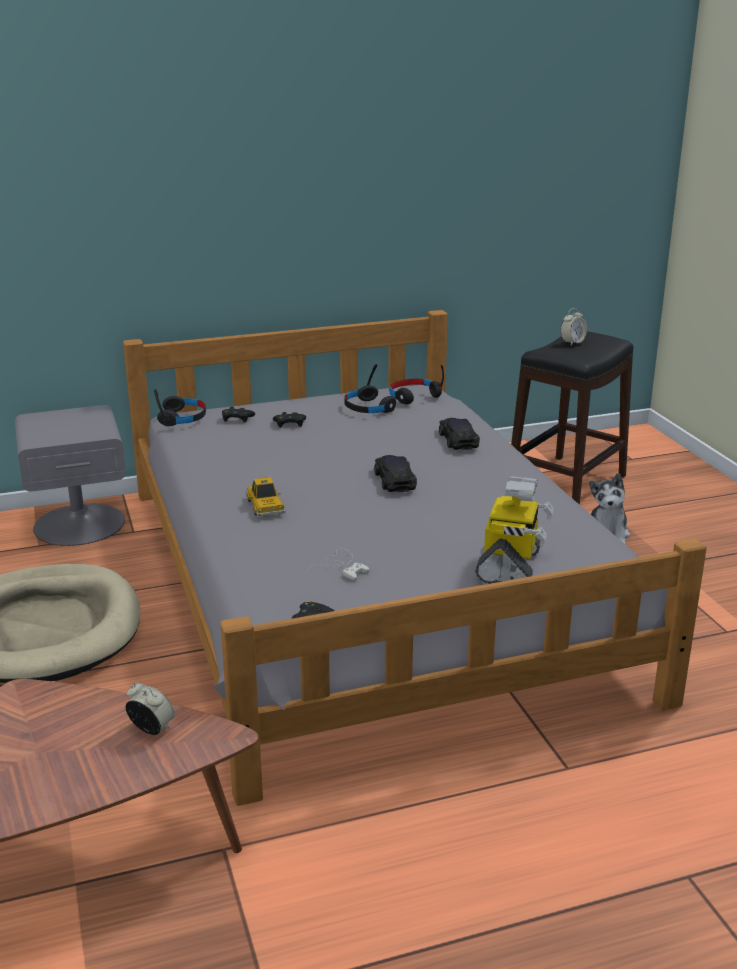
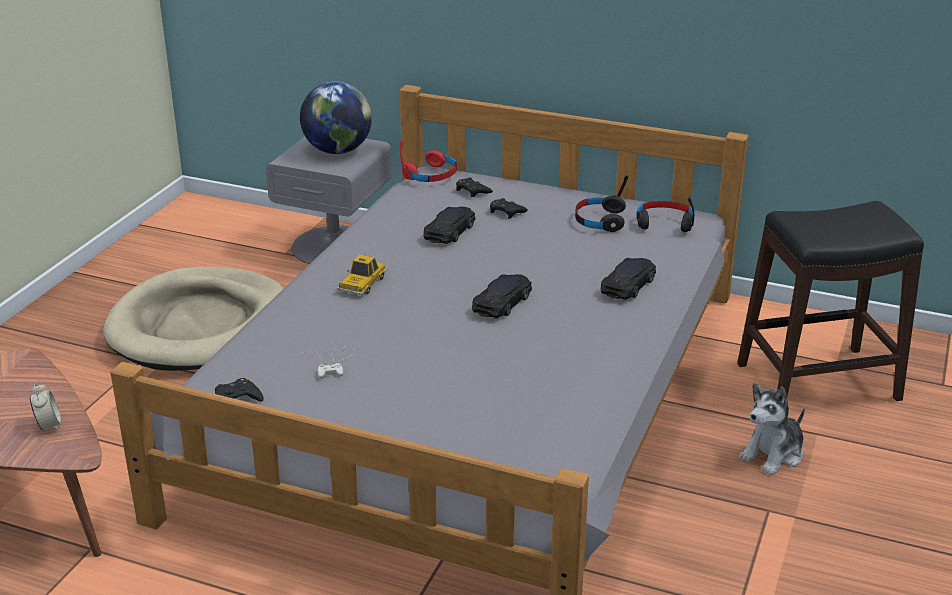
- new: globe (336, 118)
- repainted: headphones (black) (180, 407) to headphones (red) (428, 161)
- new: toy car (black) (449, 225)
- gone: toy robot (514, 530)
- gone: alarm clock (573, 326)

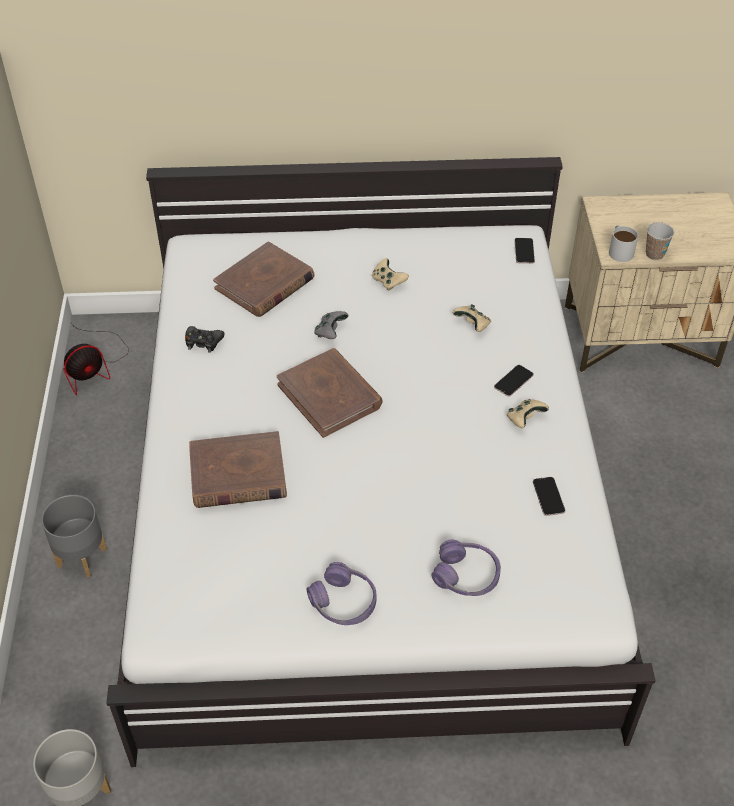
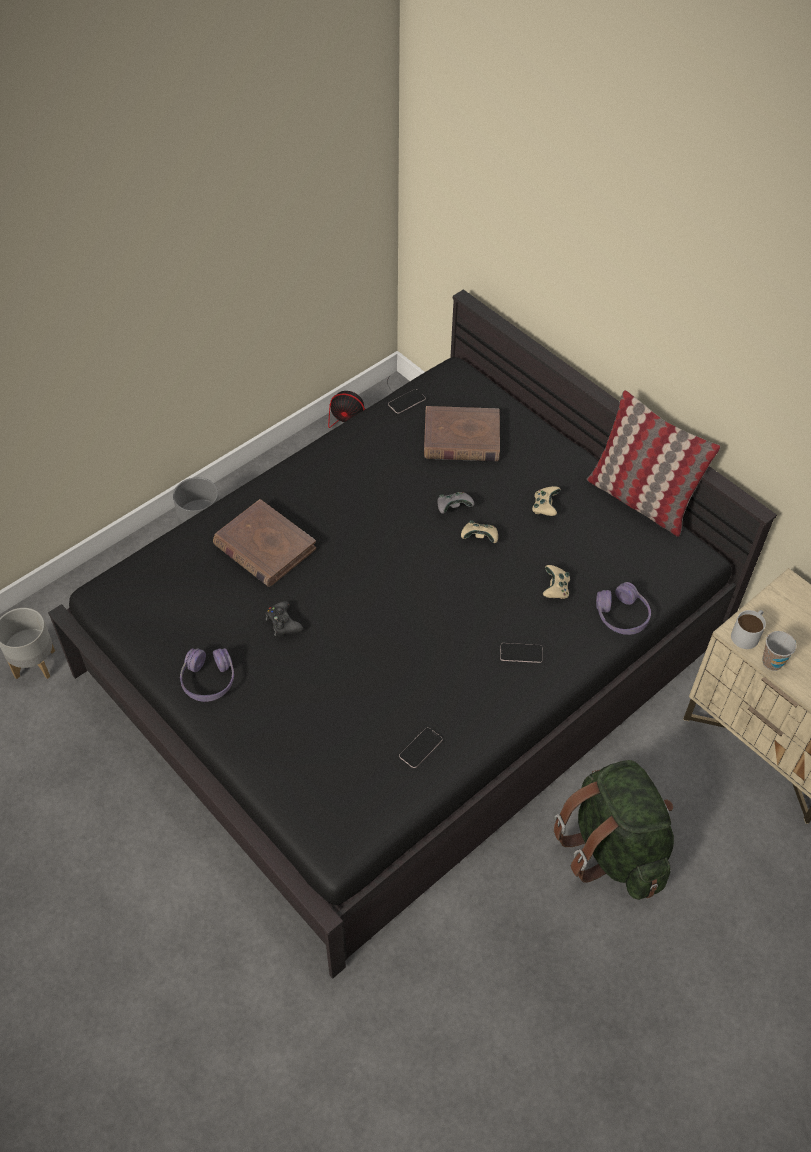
- repainted: bed (white) (381, 462) to bed (black) (412, 634)
- shifted: game controller (black) (204, 339) to (284, 618)
- shifted: phone (525, 251) to (407, 401)
- shifted: game controller (beige) (527, 413) to (479, 531)
- new: backpack (green) (614, 830)
- new: pillow (653, 463)
- shifted: headphones (purple) (466, 567) to (623, 608)
- gone: book (brown) (329, 393)

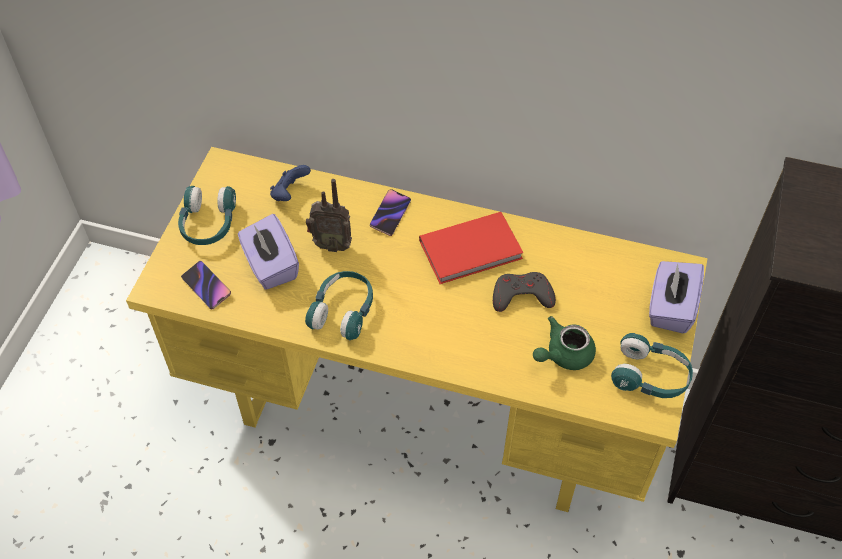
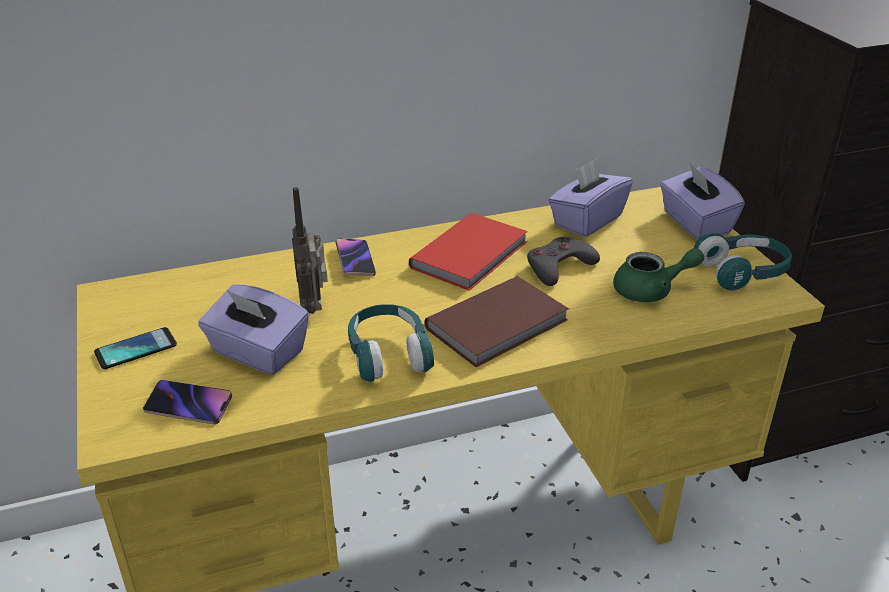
- swapped: headphones (turquoise) (207, 215) to phone (135, 348)
- rotated: radio (329, 215) = (310, 250) 105 degrees clockwise
- new: book (brown) (497, 321)
- new: tissue box (purple) (590, 198)
- rotated: teapot (green) (564, 343) = (658, 275) 120 degrees counterclockwise
- gone: game controller (blue) (290, 183)

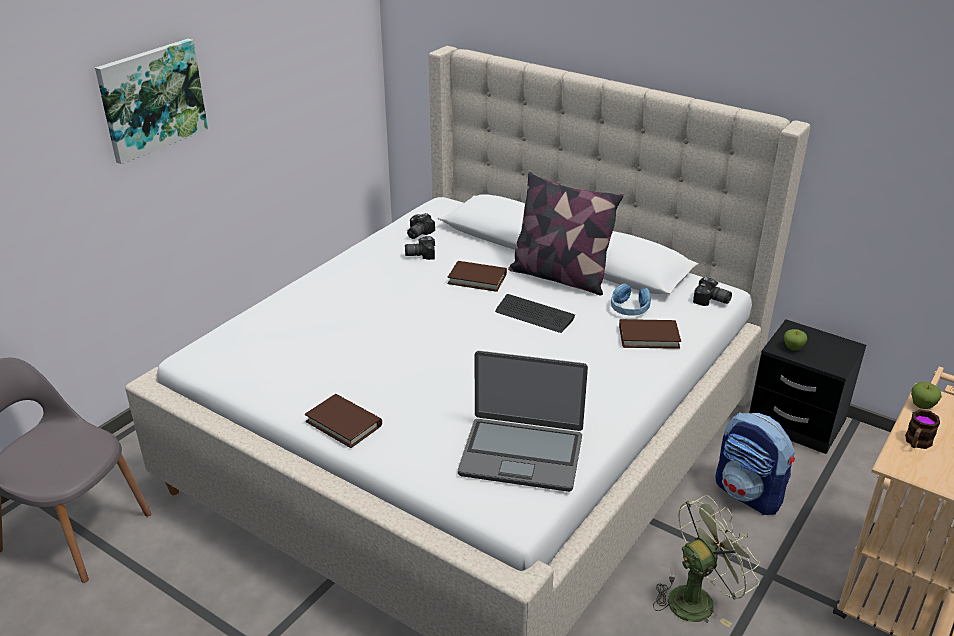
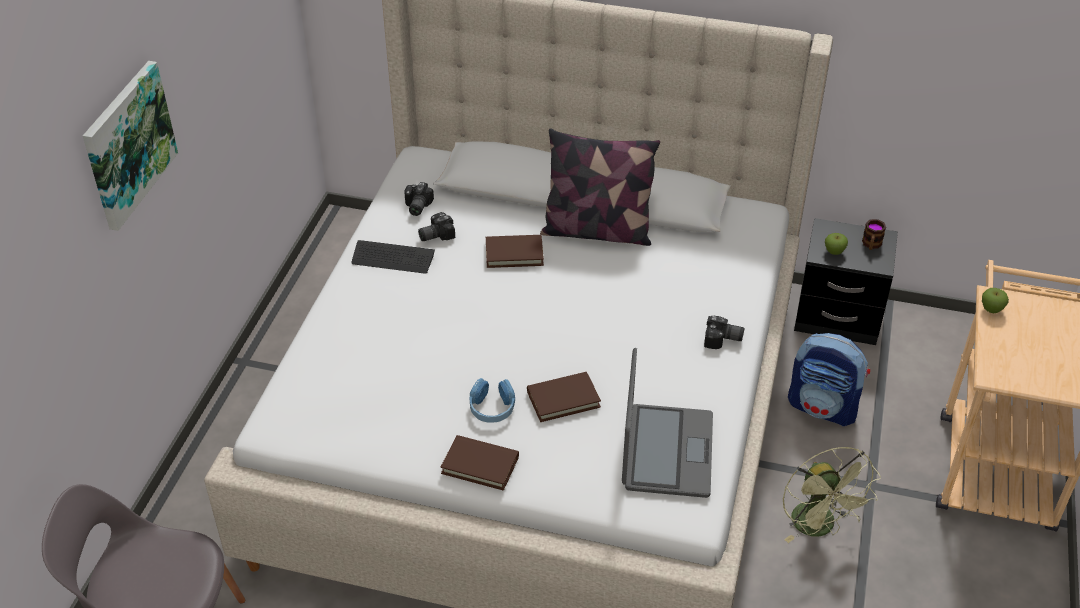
- shifted: keyboard (535, 313) to (393, 257)
- shifted: headphones (blue) (631, 299) to (492, 400)
- shifted: book (brown) (650, 334) to (564, 397)
- rotated: laptop (523, 421) = (667, 423) 75 degrees counterclockwise
- shifted: photo camera (712, 291) to (724, 332)
- rotated: fan (green) (706, 561) = (832, 495) 120 degrees clockwise
- shifted: mug (922, 429) to (874, 234)

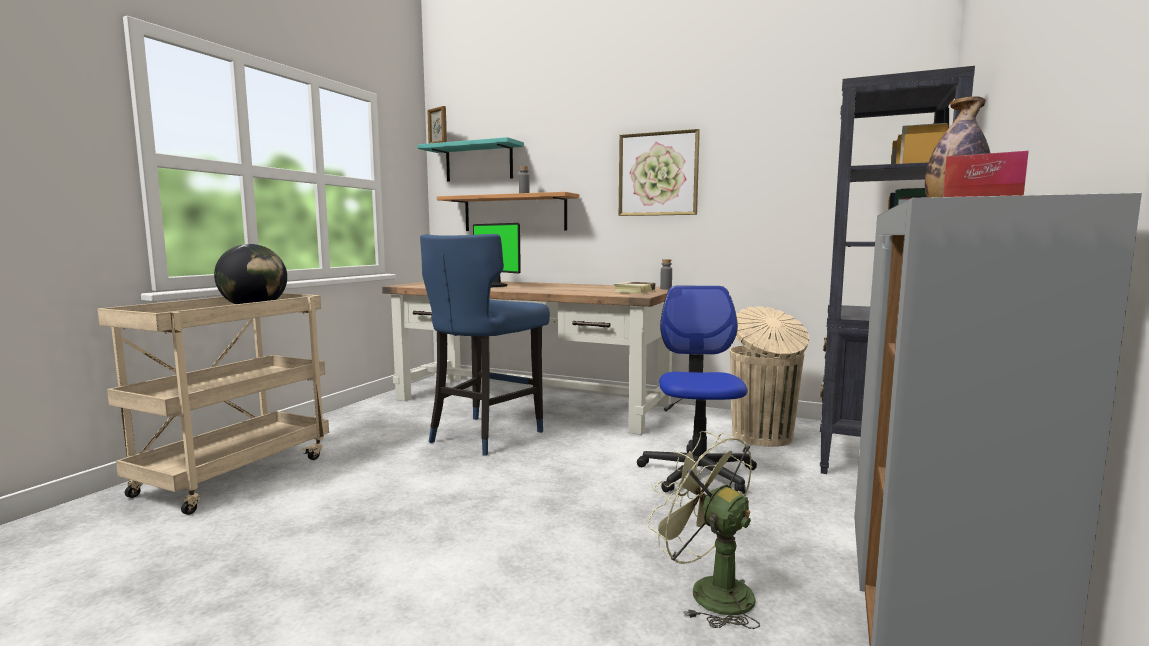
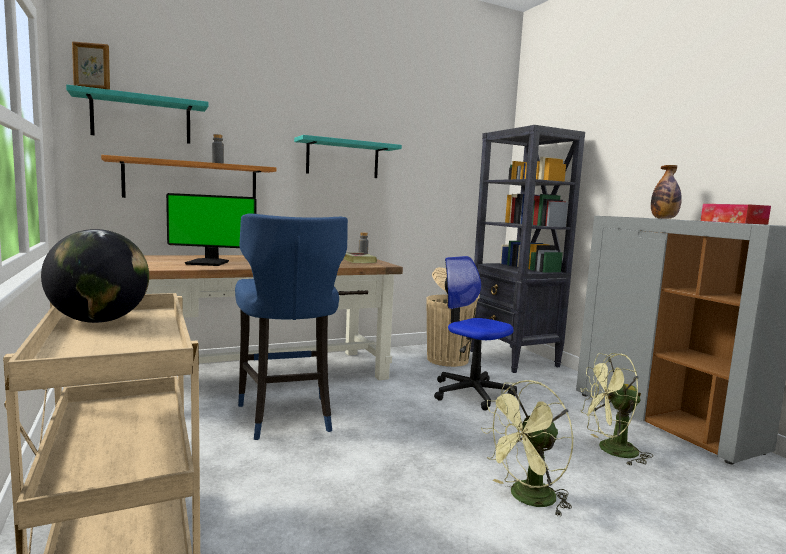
- swapped: picture (659, 172) to shelf (turquoise) (348, 156)
- new: fan (green) (527, 448)

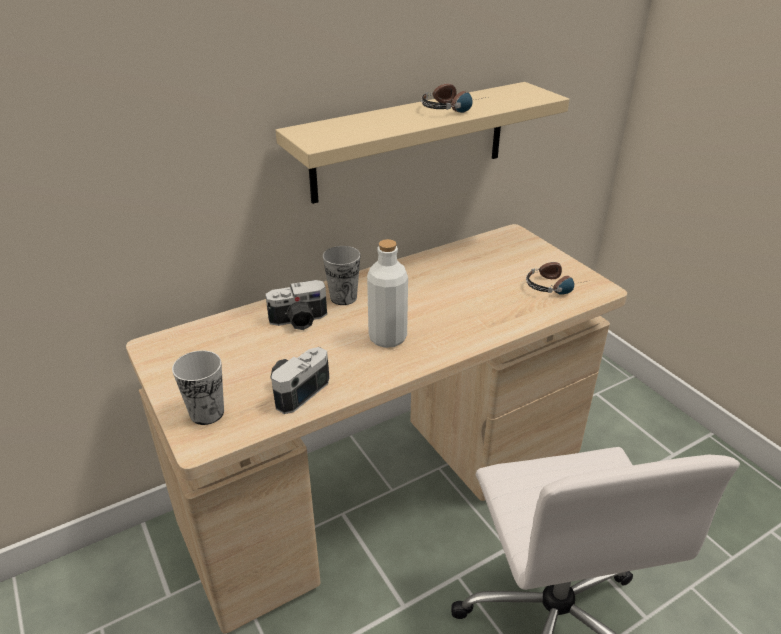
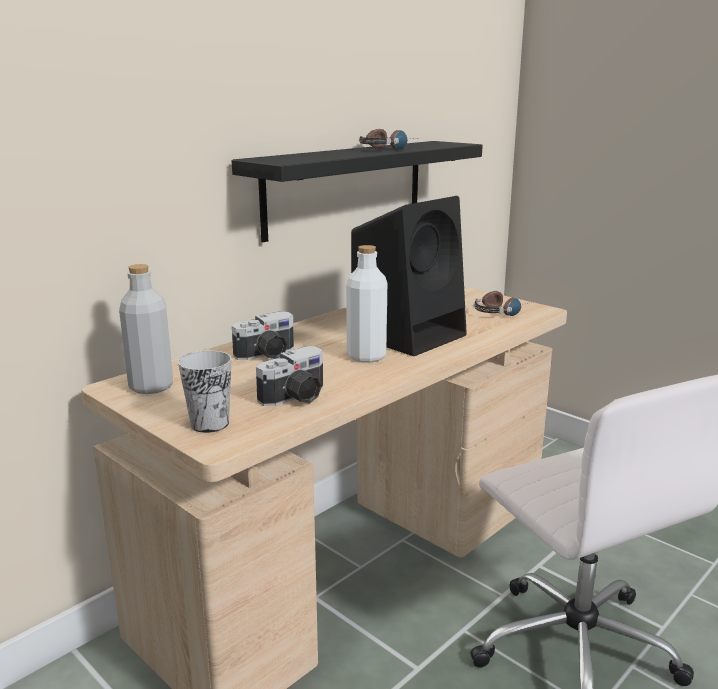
- new: bottle (grey) (146, 329)
- repainted: shelf (beige) (422, 143) to shelf (black) (357, 191)
- rotated: photo camera (300, 380) = (289, 376) 150 degrees counterclockwise
- new: speaker (black) (409, 276)
- gone: cup (341, 275)

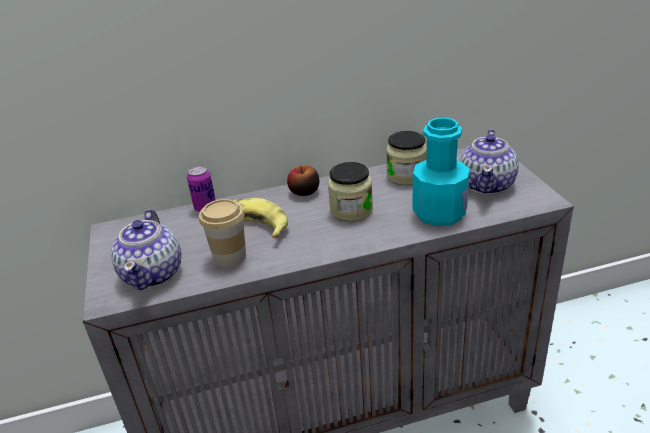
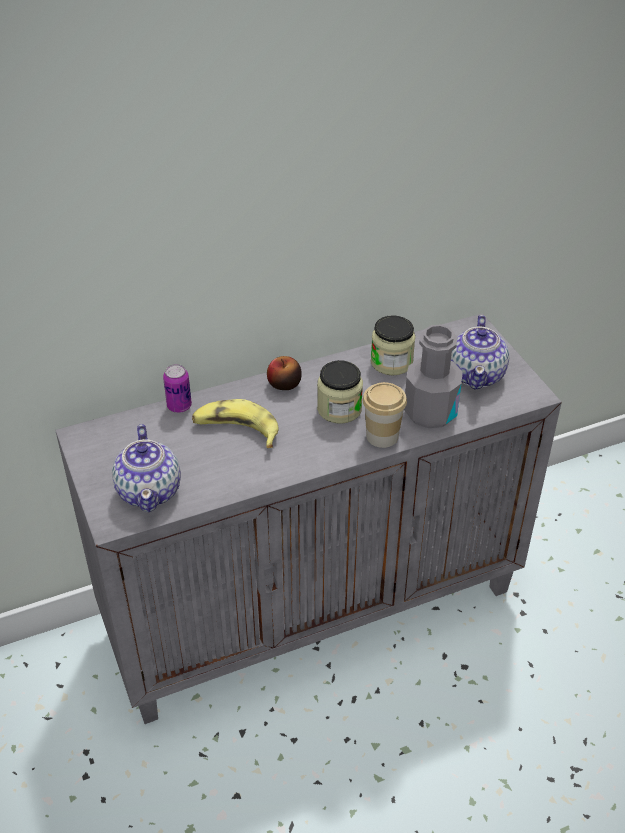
- shifted: cup (222, 233) to (385, 415)
- repainted: bottle (turquoise) (441, 171) to bottle (grey) (433, 376)

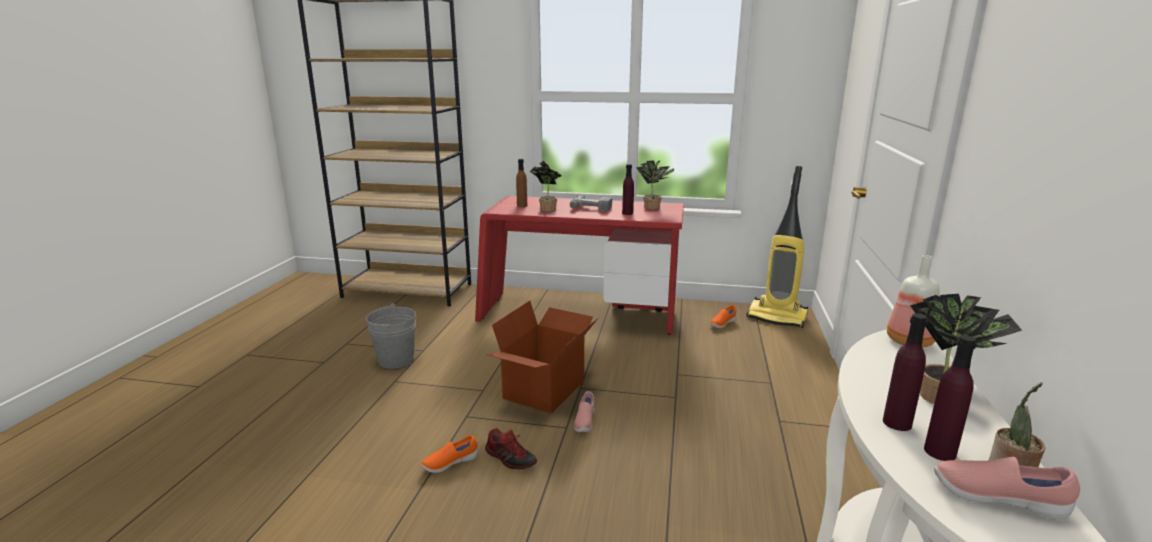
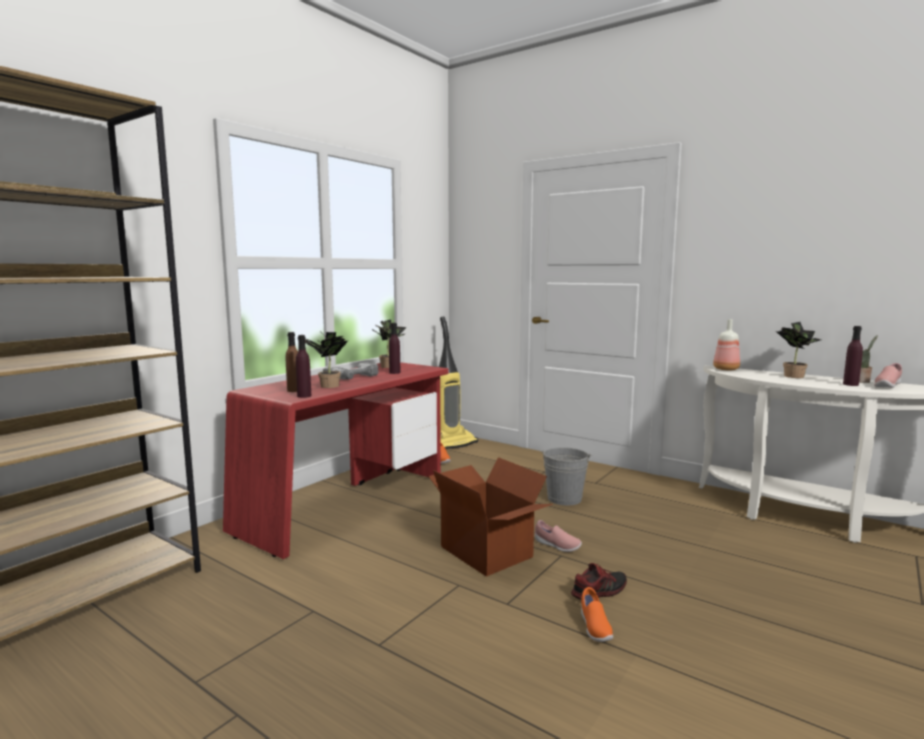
- shifted: bottle (purple) (905, 372) to (303, 366)
- shifted: bucket (grey) (391, 336) to (566, 476)

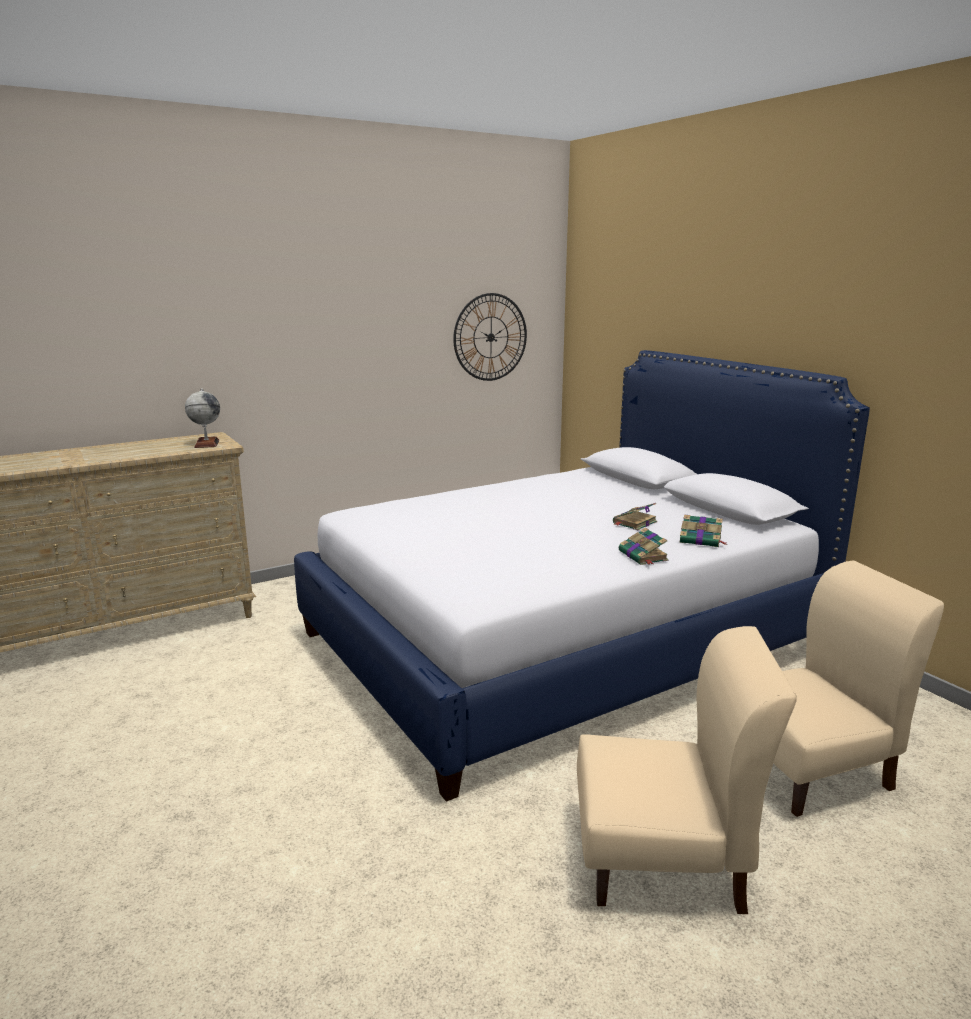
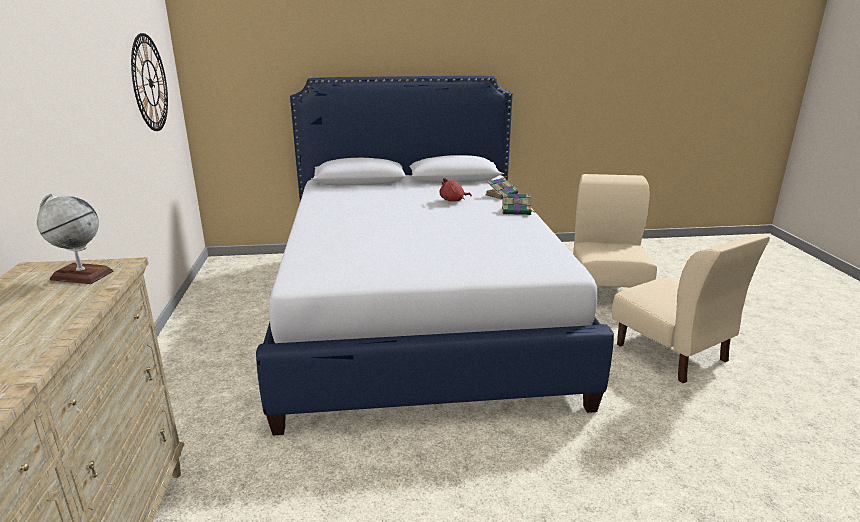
- swapped: book (635, 516) to plush toy (red) (456, 190)
- rotated: chair (beige) (687, 770) = (691, 309) 120 degrees clockwise

